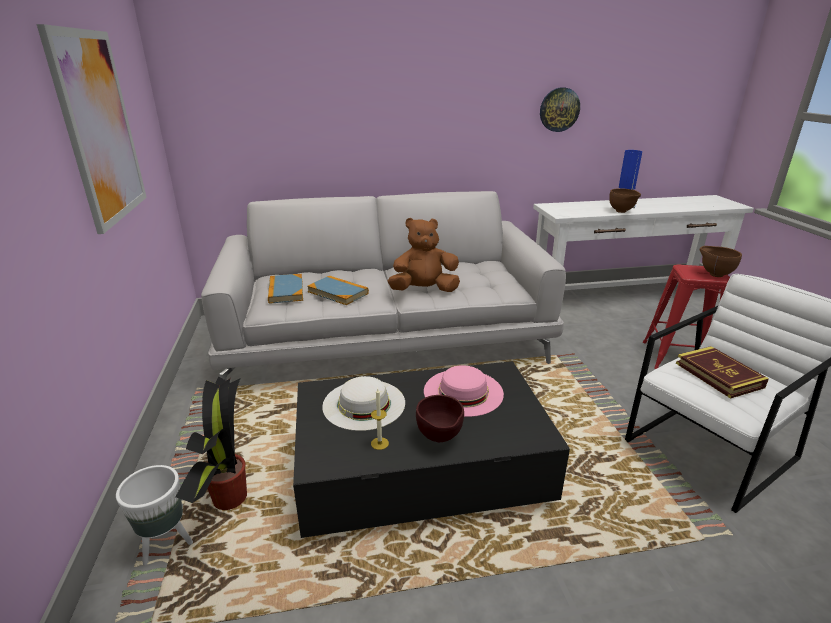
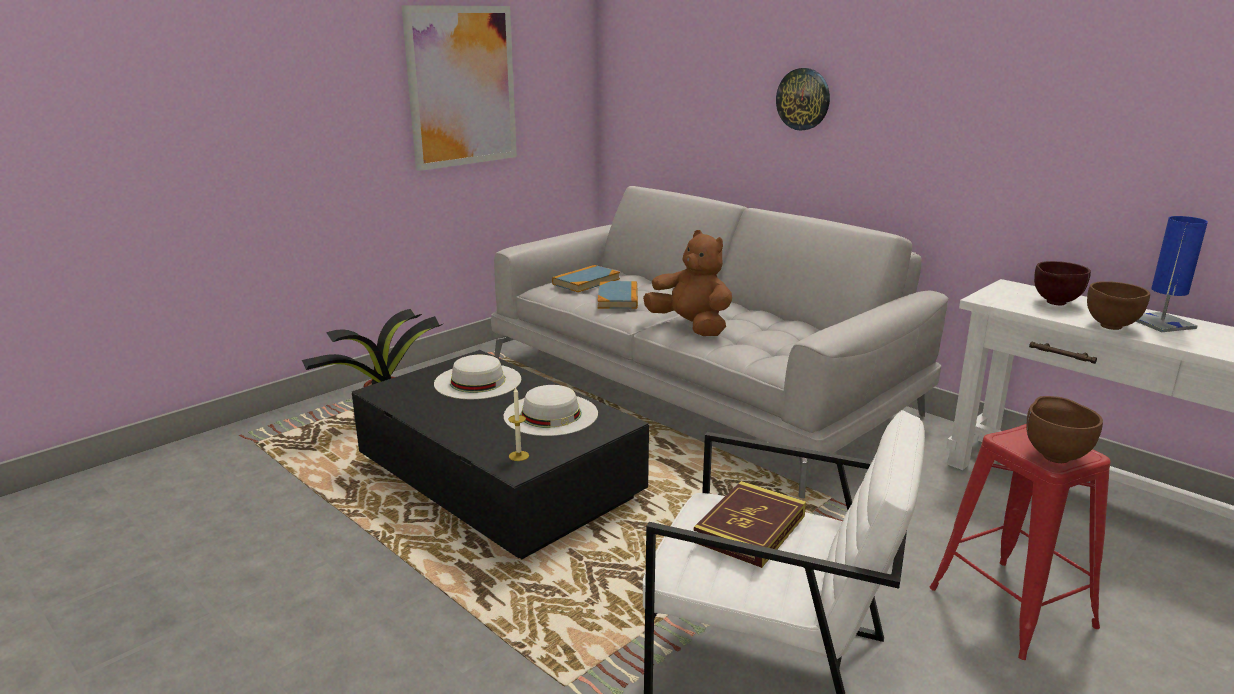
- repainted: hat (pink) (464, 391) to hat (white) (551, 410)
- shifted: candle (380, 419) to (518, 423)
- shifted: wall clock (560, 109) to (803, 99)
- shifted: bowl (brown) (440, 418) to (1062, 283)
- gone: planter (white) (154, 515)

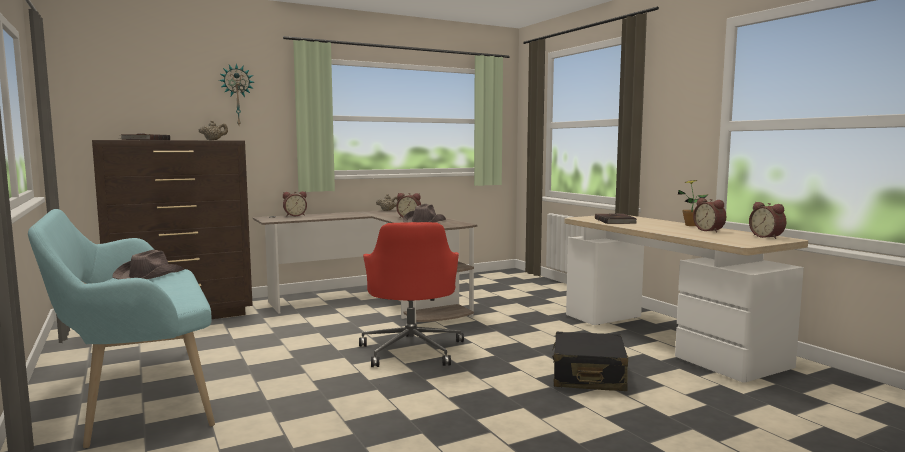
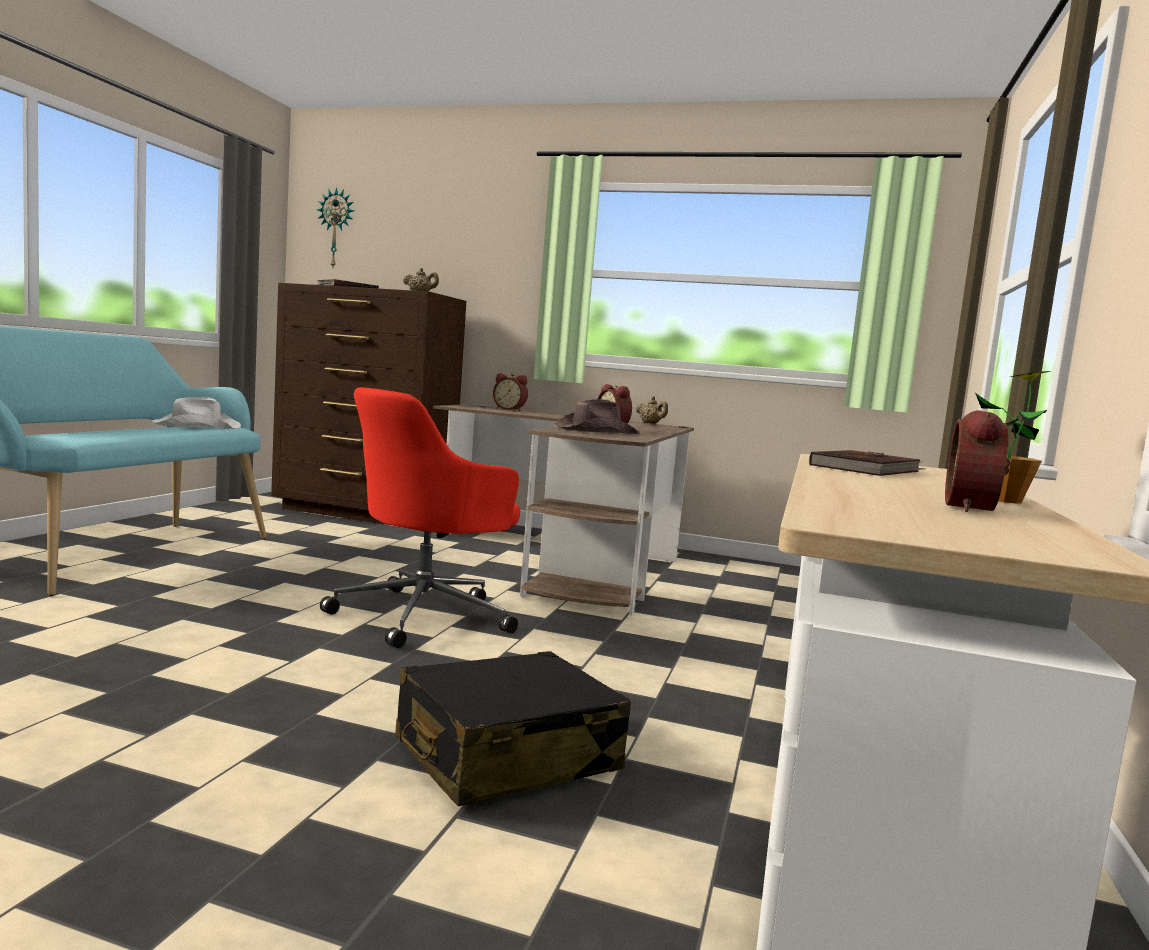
- repainted: hat (brown) (148, 264) to hat (white) (196, 413)
- shifted: wall clock (236, 94) to (335, 227)
- gone: alarm clock (767, 220)

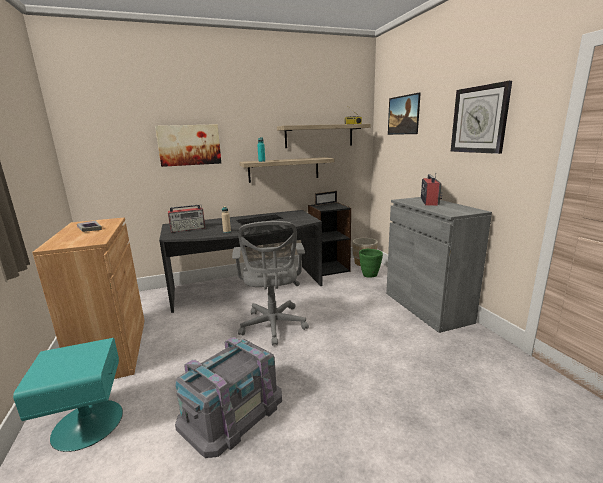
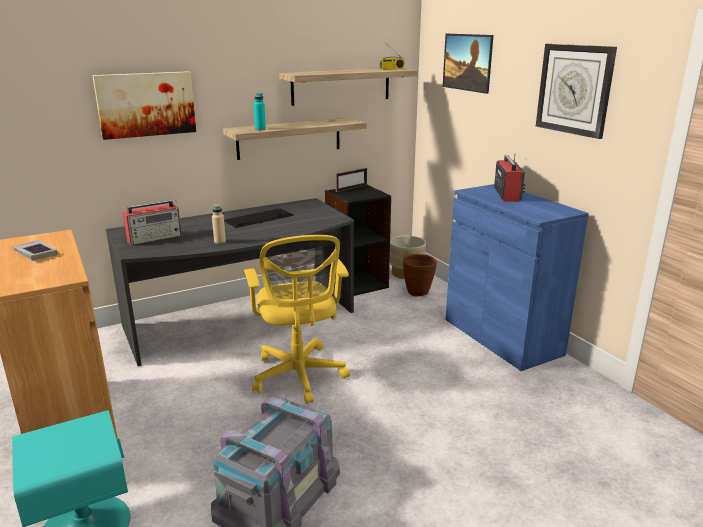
- repainted: office chair (grey) (270, 283) to office chair (yellow) (297, 319)
- repainted: planter (green) (371, 263) to planter (brown) (420, 275)
- repainted: cabinet (grey) (439, 265) to cabinet (blue) (517, 277)

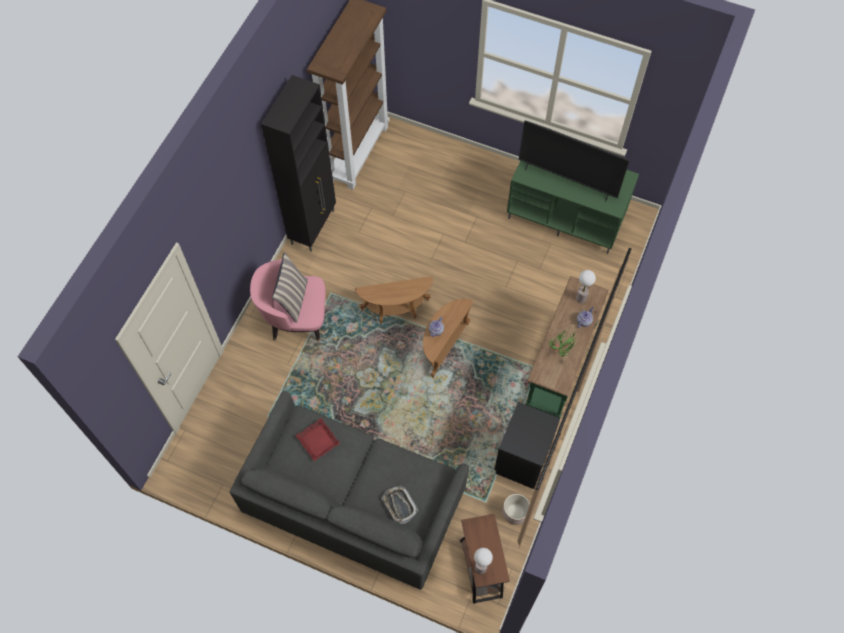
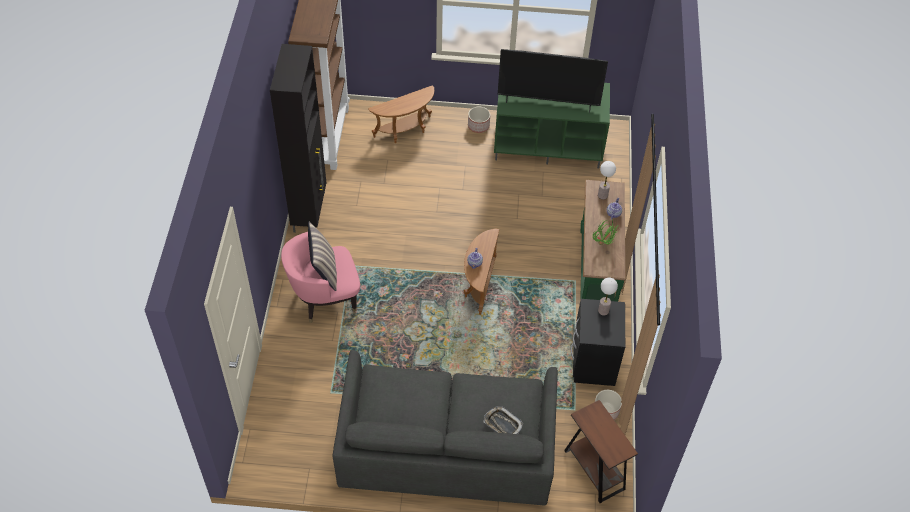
- shifted: side table (brown) (394, 300) to (401, 114)
- new: planter (479, 120)
- shifted: table lamp (483, 561) to (608, 297)
- gone: tray (red) (317, 439)

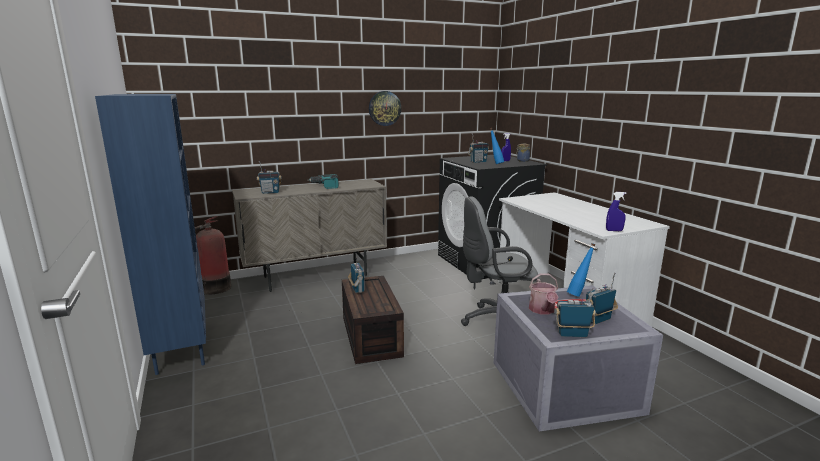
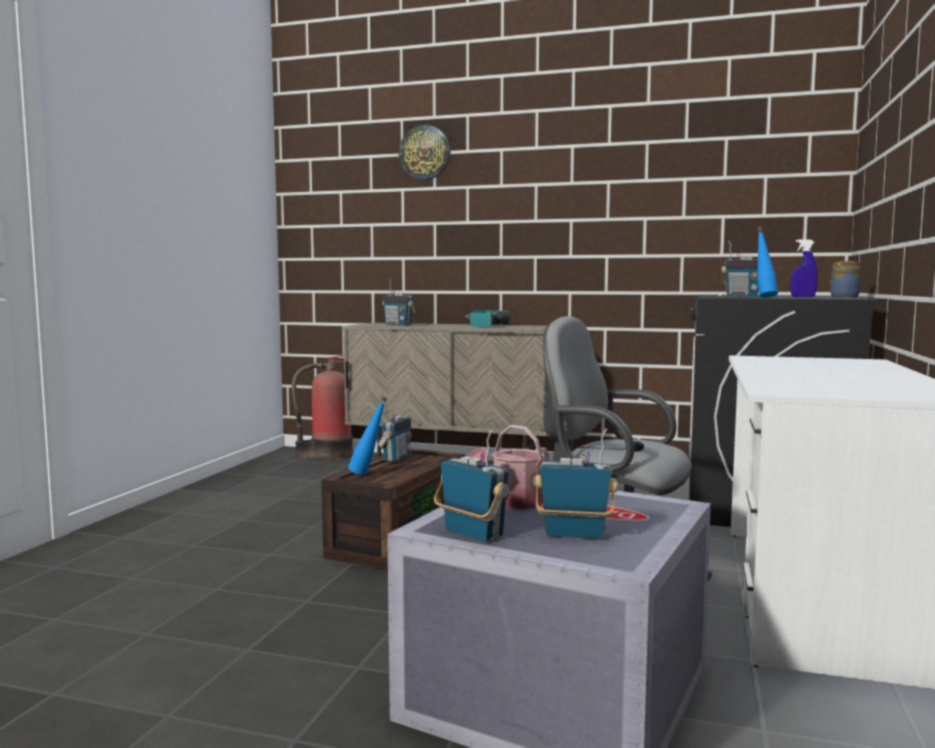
- shifted: bottle (blue) (581, 270) to (367, 435)
- shifted: wall clock (385, 108) to (424, 152)
- gone: bookcase (blue) (150, 234)
- gone: spray bottle (blue) (616, 211)

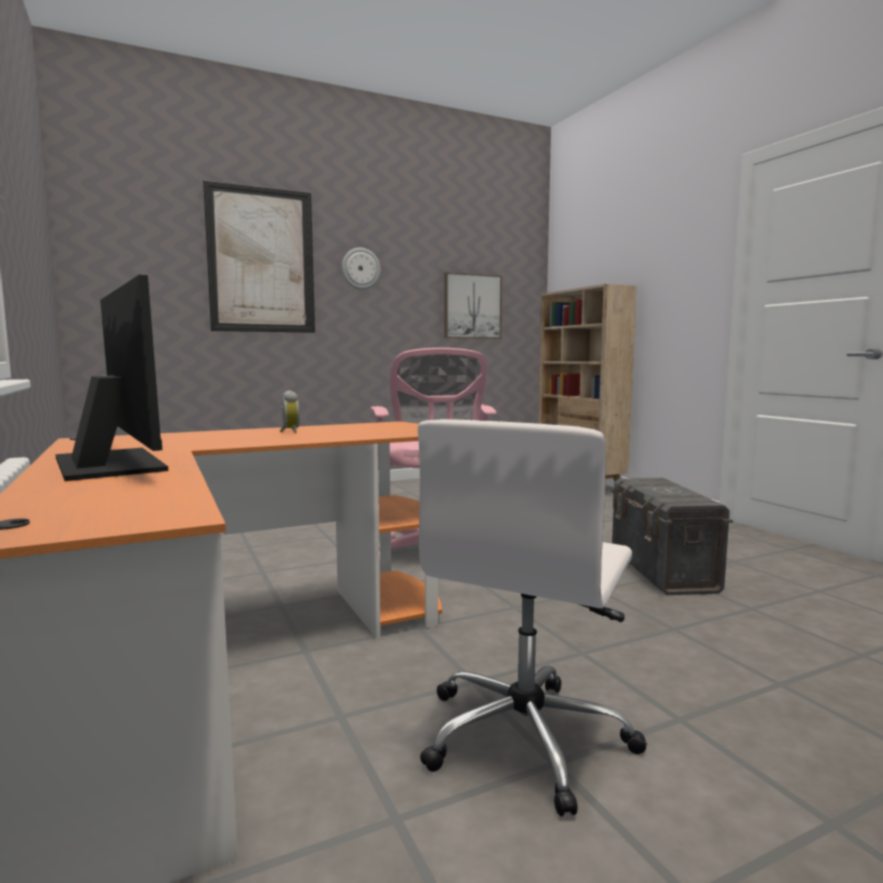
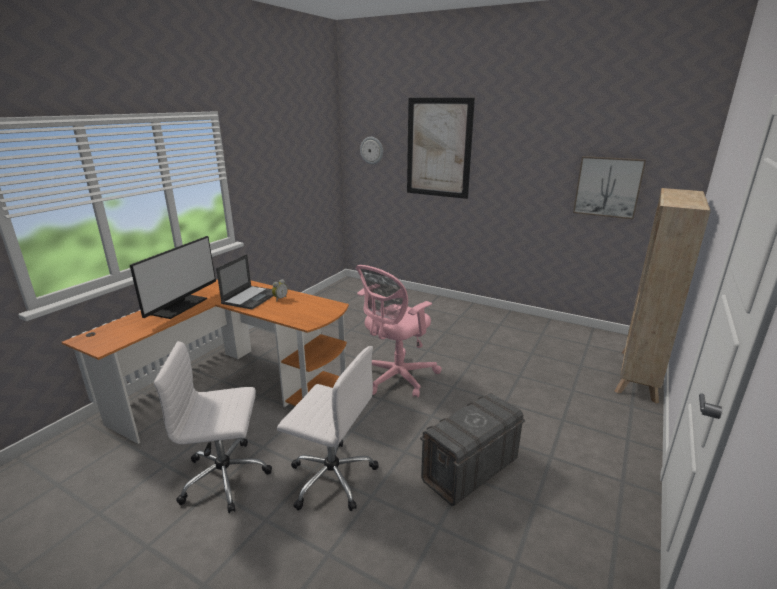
- new: laptop (244, 281)
- new: office chair (white) (328, 428)
- shifted: wall clock (361, 269) to (371, 151)

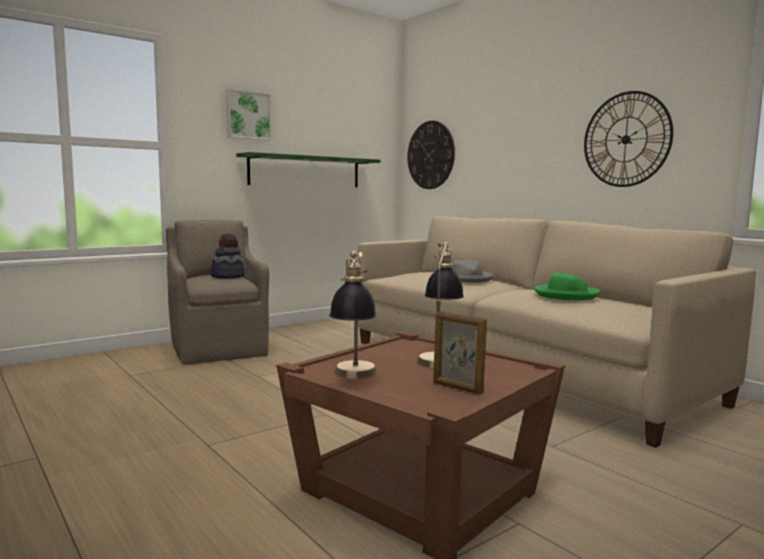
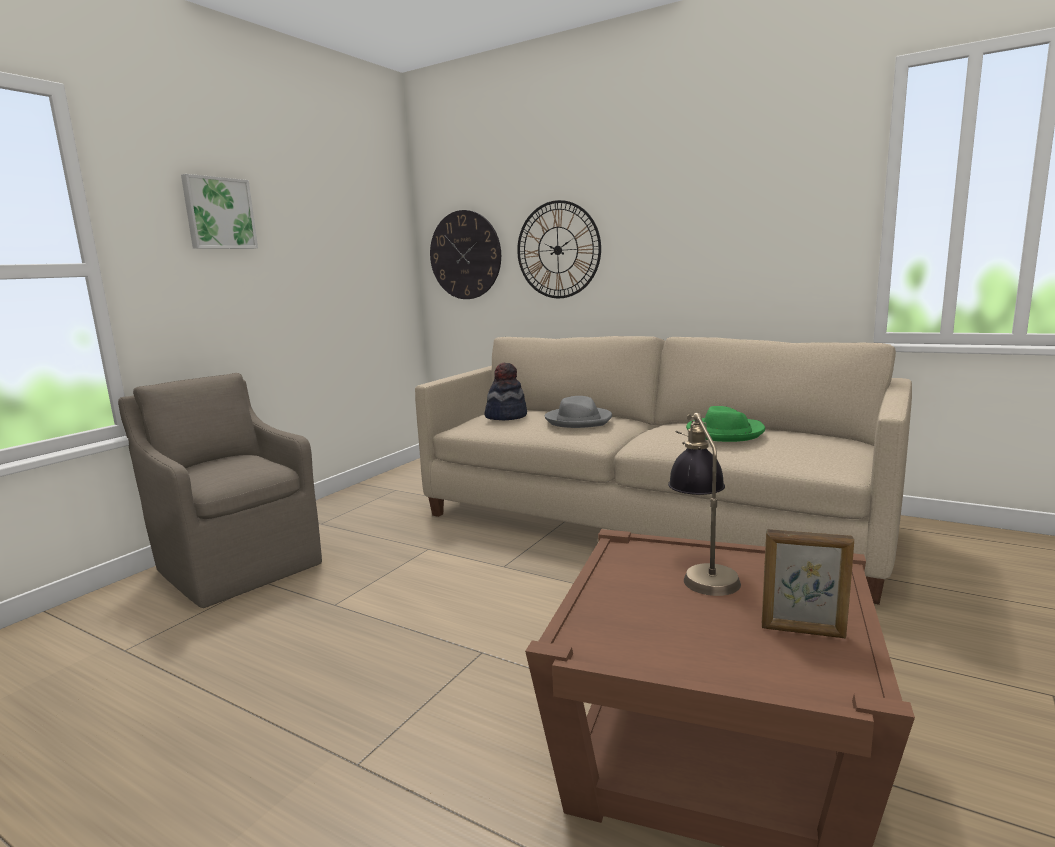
- shifted: hat (227, 256) to (505, 391)
- shifted: wall clock (628, 139) to (559, 249)
- gone: shelf (green) (308, 169)
- gone: table lamp (353, 315)

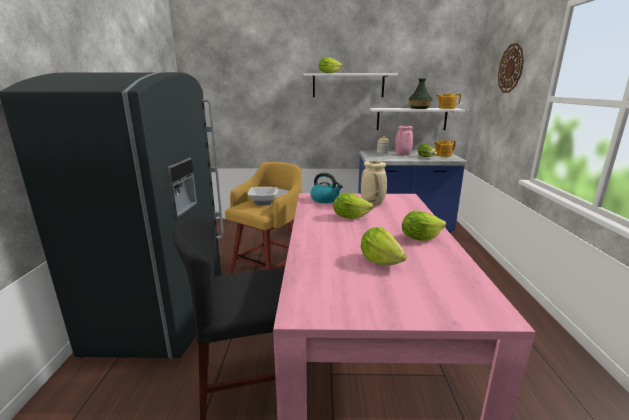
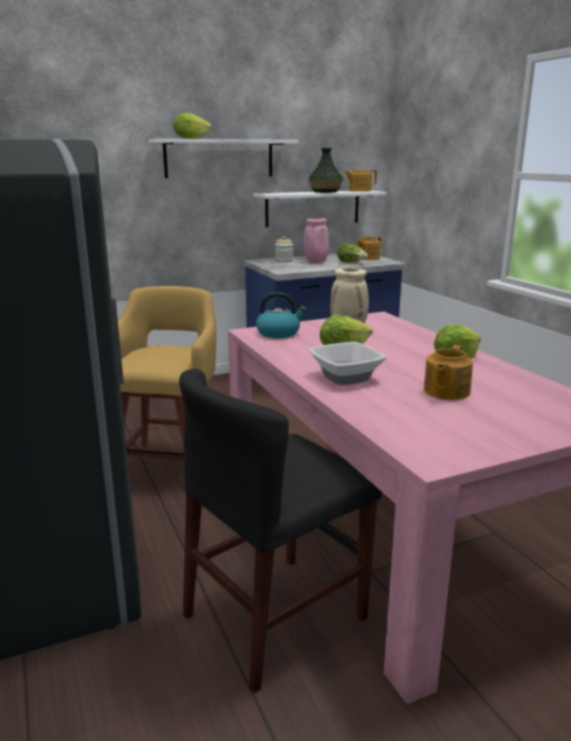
- shifted: bowl (263, 196) to (347, 363)
- swapped: lettuce (384, 246) to teapot (448, 372)
- gone: wall clock (511, 68)

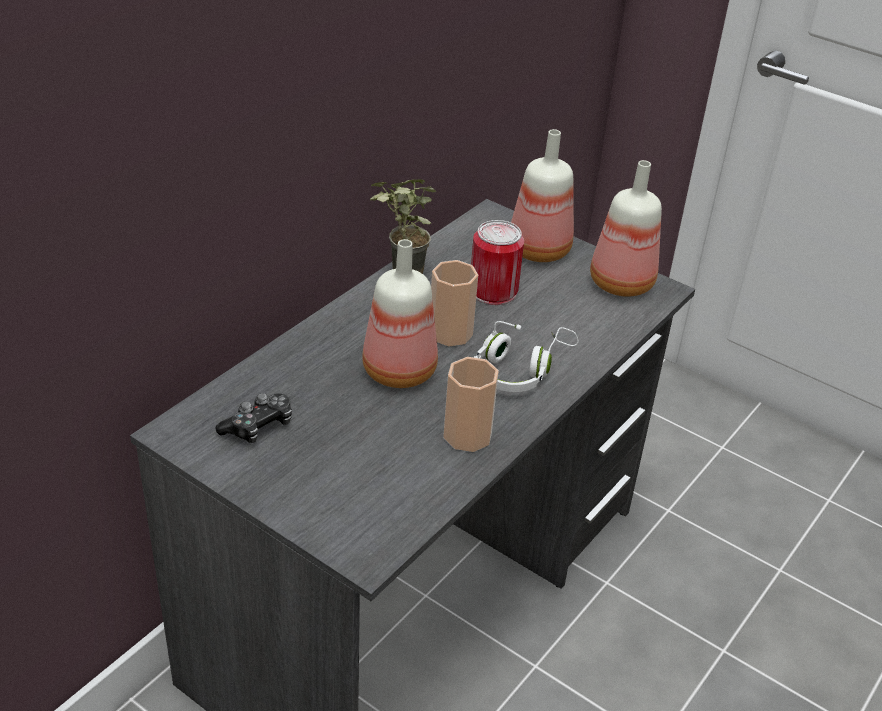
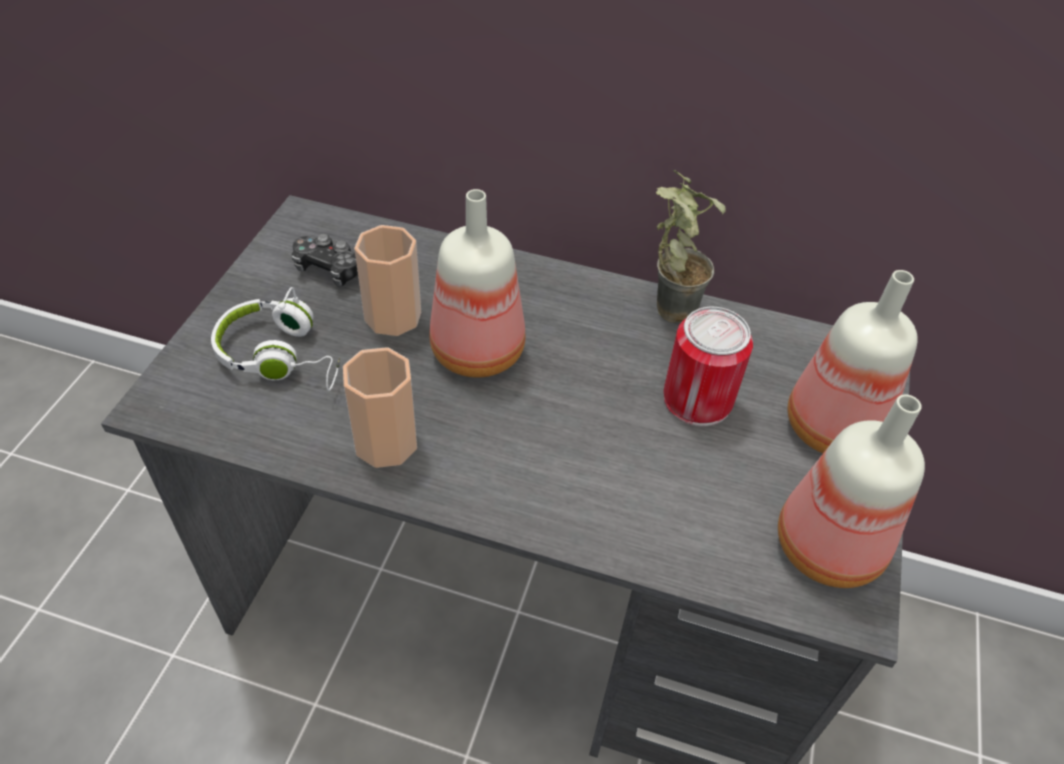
- shifted: headphones (white) (526, 356) to (275, 339)
- shifted: cup (454, 303) to (387, 280)

